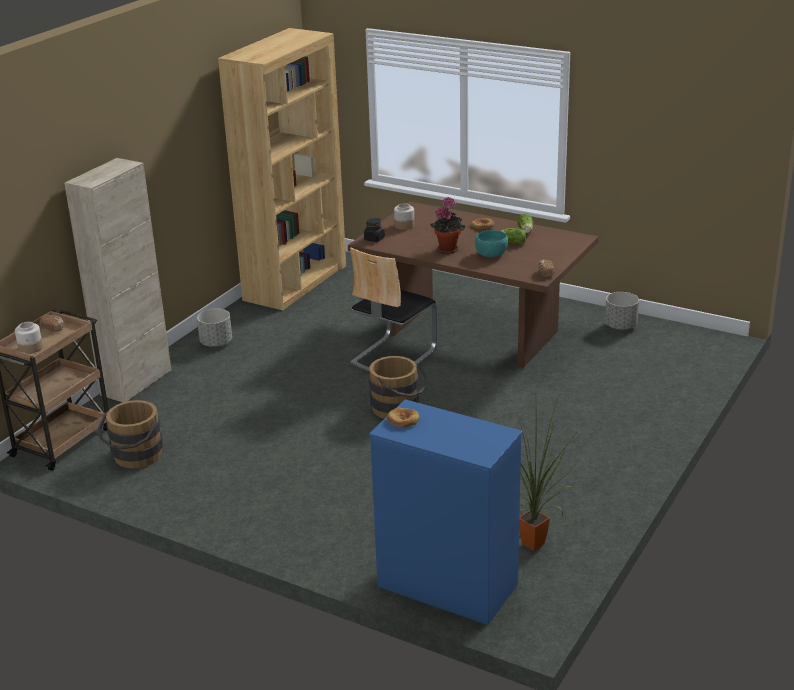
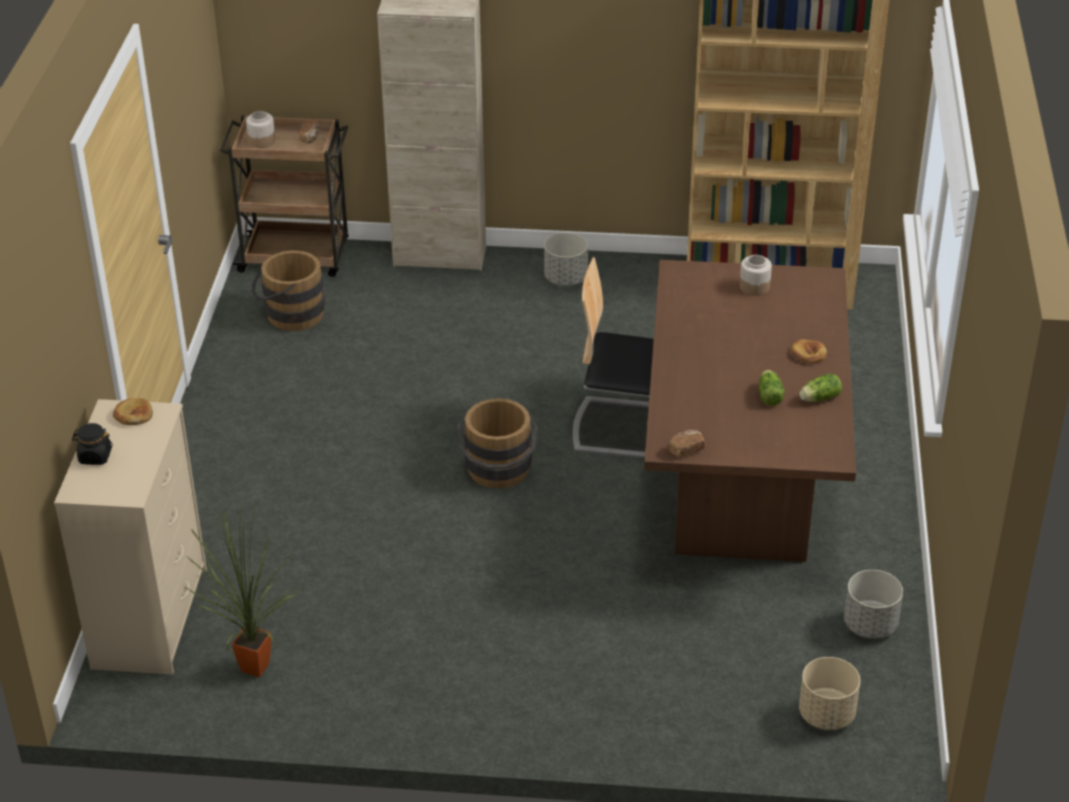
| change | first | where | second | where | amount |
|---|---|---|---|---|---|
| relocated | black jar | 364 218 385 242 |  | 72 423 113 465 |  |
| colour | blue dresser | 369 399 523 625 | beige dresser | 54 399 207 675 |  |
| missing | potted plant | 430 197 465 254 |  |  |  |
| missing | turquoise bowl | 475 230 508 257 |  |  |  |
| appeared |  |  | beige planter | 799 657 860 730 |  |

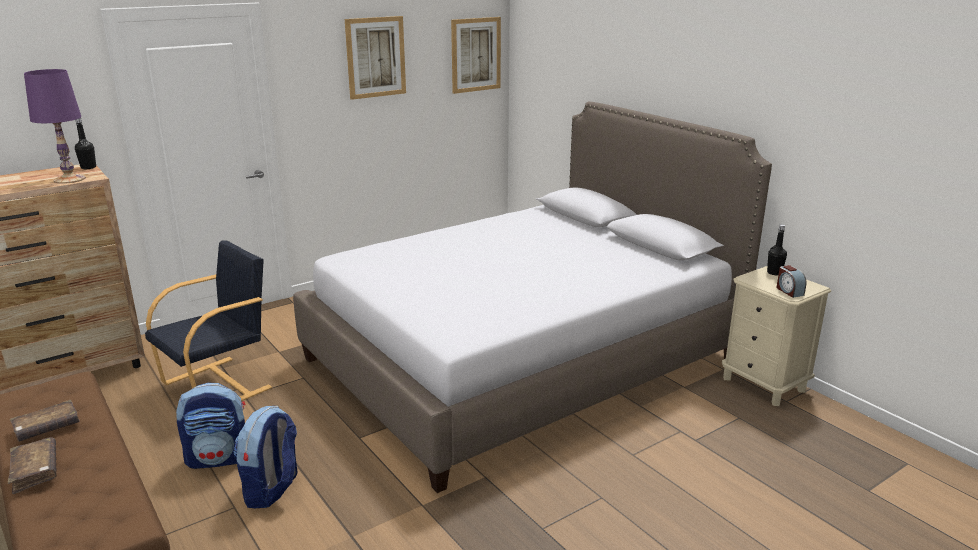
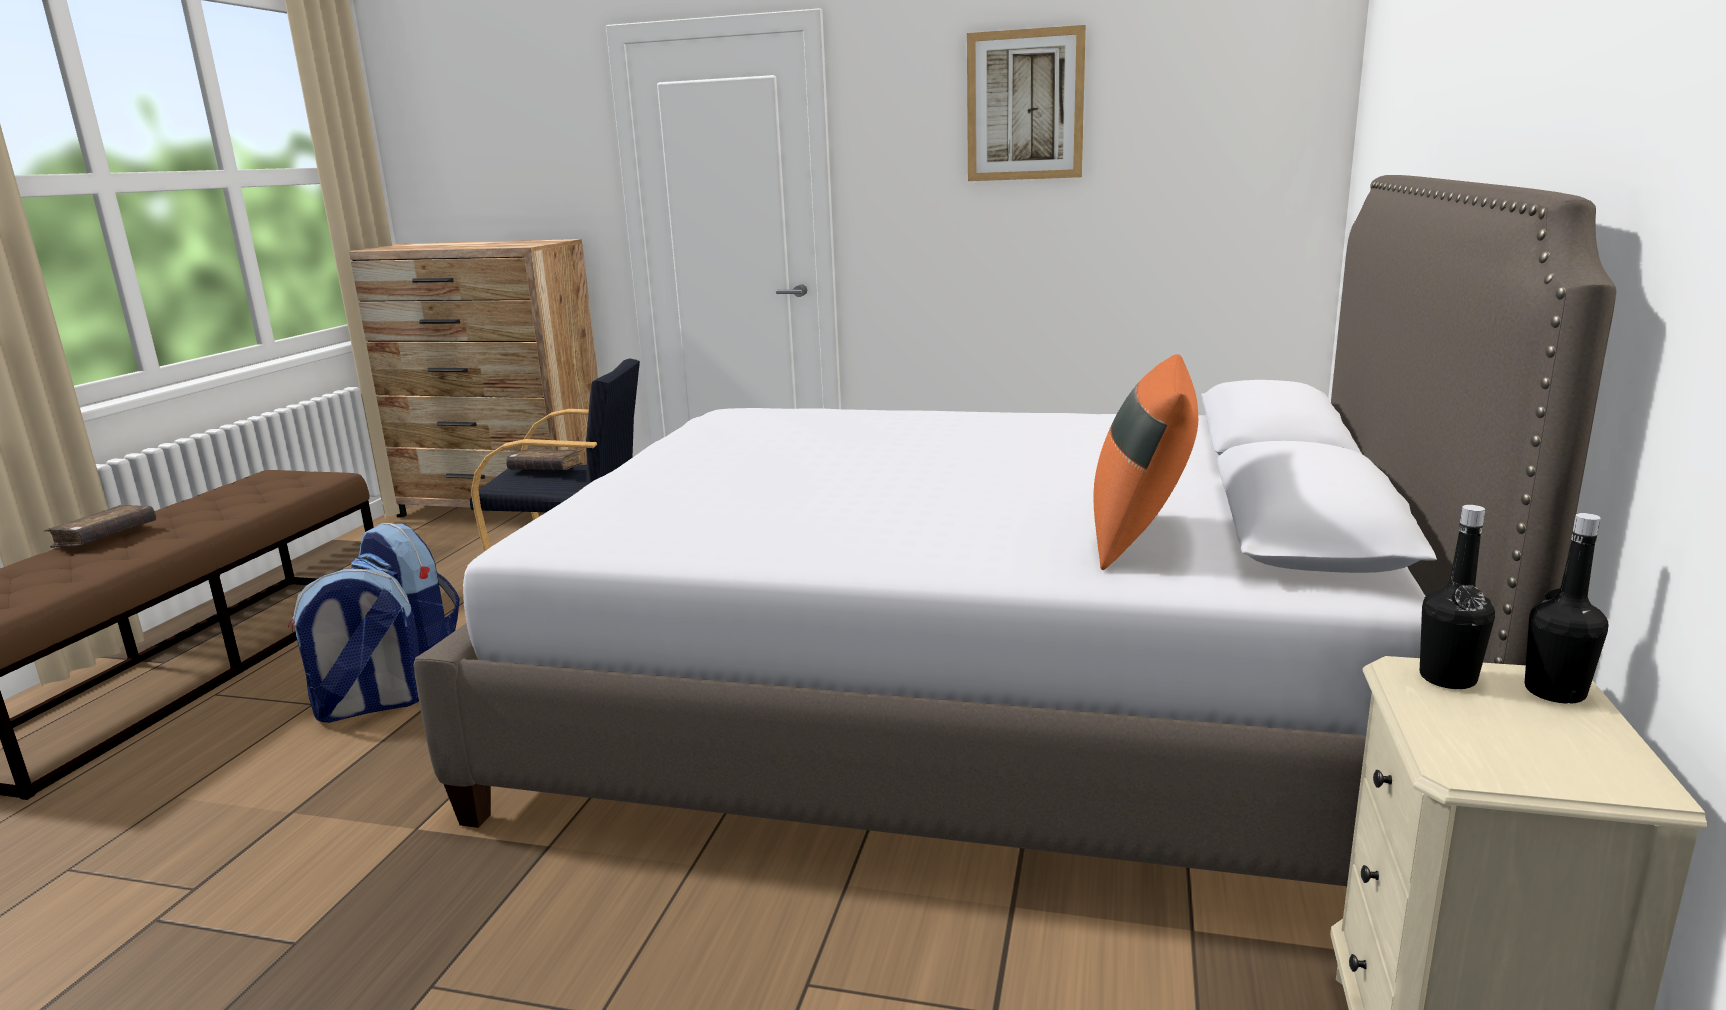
| change | first | where | second | where | amount |
|---|---|---|---|---|---|
| relocated | brown book | 10 400 80 442 |  | 506 449 583 470 |  |
| missing | purple table lamp | 24 69 86 184 |  |  |  |
| relocated | black bottle | 75 118 96 169 |  | 1420 505 1495 689 |  |
| missing | picture | 451 17 501 94 |  |  |  |
| missing | alarm clock | 776 265 807 298 |  |  |  |
| appeared |  |  | orange pillow | 1093 354 1198 570 |  |

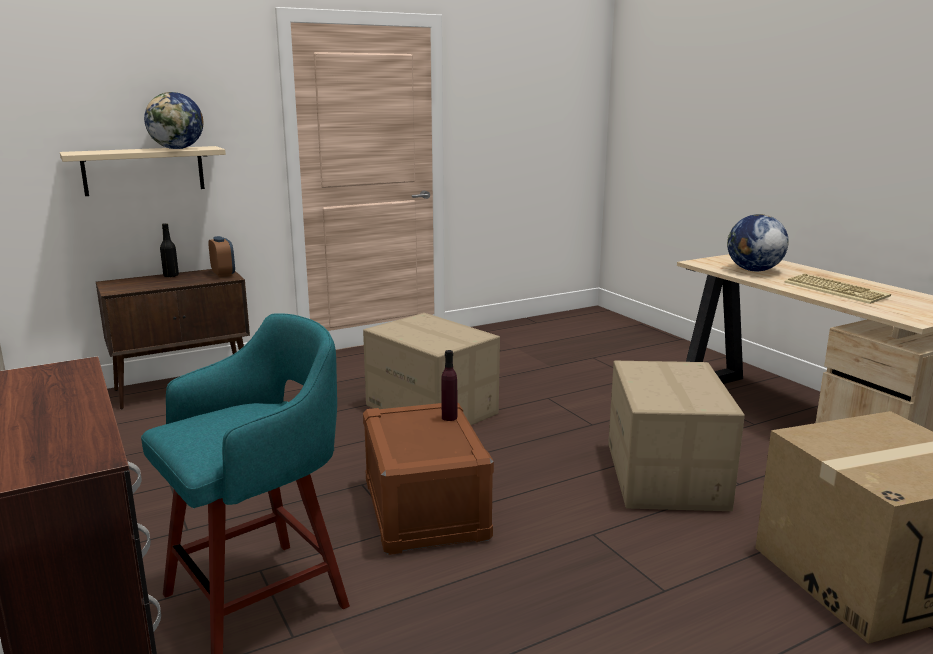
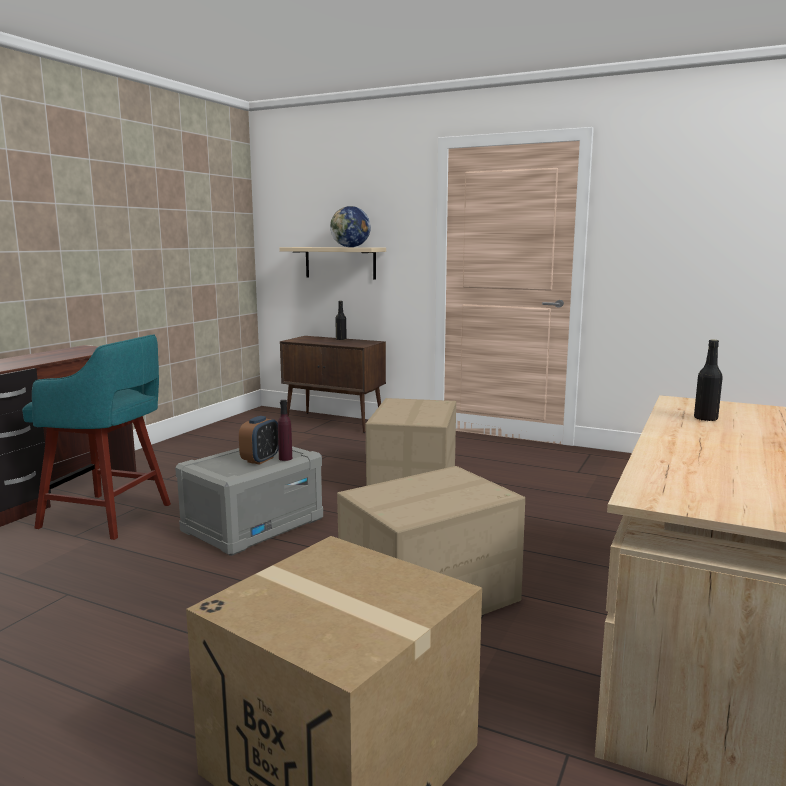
| change | first | where | second | where | amount |
|---|---|---|---|---|---|
| relocated | alarm clock | 208 236 235 277 |  | 239 416 279 464 |  |
| colour | brown storage box | 363 402 494 555 | grey storage box | 175 446 323 556 |  |
| exchanged | globe | 727 214 789 272 | black bottle | 694 340 723 421 |  |
| missing | keyboard | 784 274 891 304 |  |  |  |

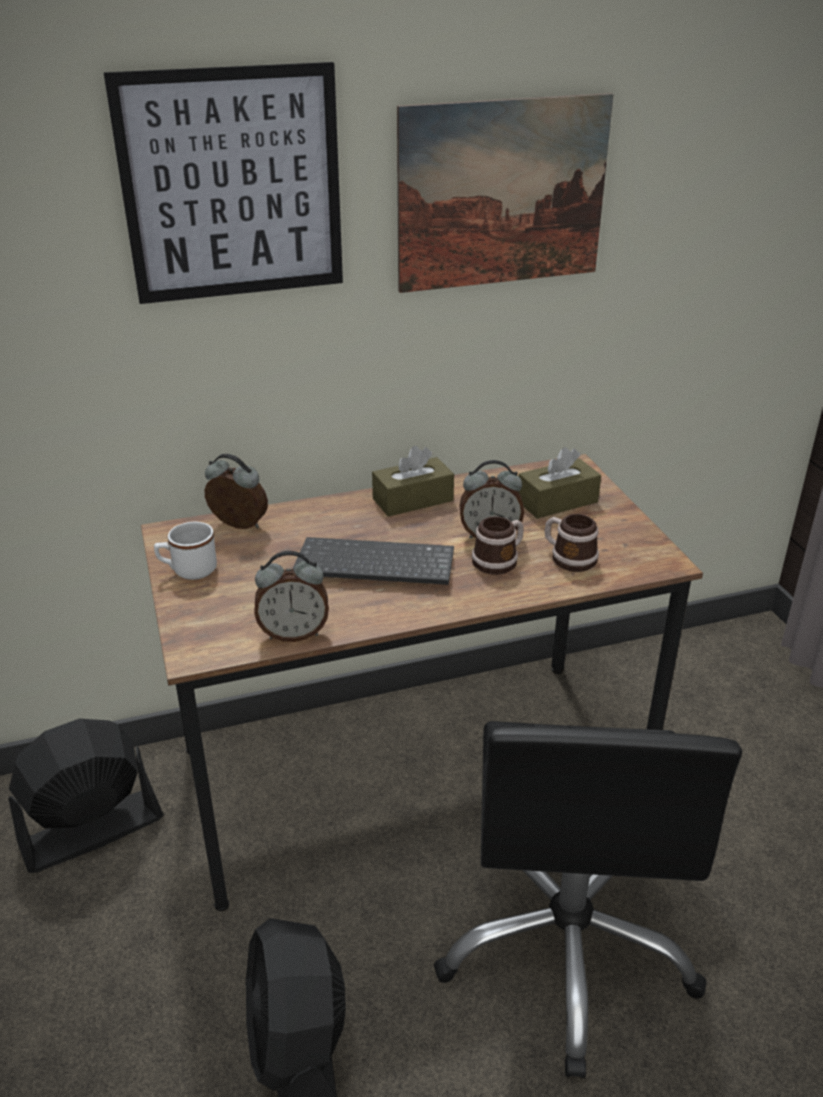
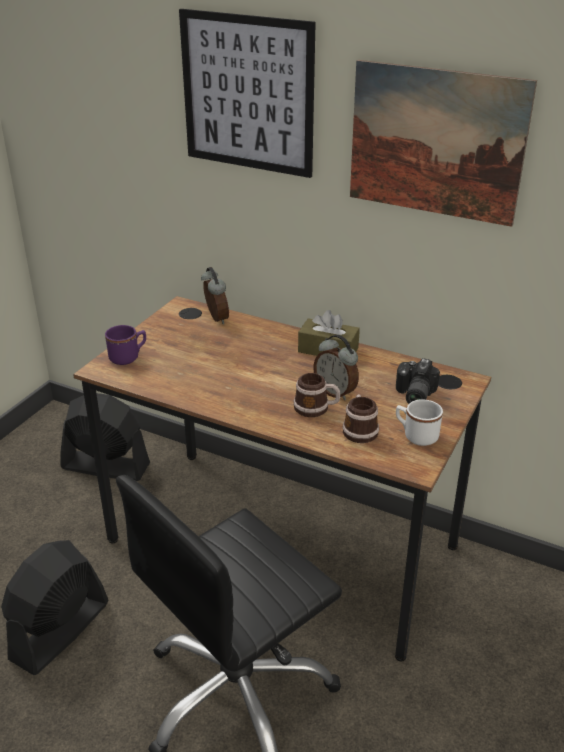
| change | first | where | second | where | amount |
|---|---|---|---|---|---|
| relocated | white mug | 154 522 217 580 |  | 396 399 443 446 |  |
| missing | alarm clock | 254 551 329 642 |  |  |  |
| missing | keyboard | 293 537 454 585 |  |  |  |
| exchanged | brown tissue box | 518 447 601 519 | photo camera | 396 358 440 404 |  |
| appeared |  |  | purple mug | 105 325 146 365 |  |

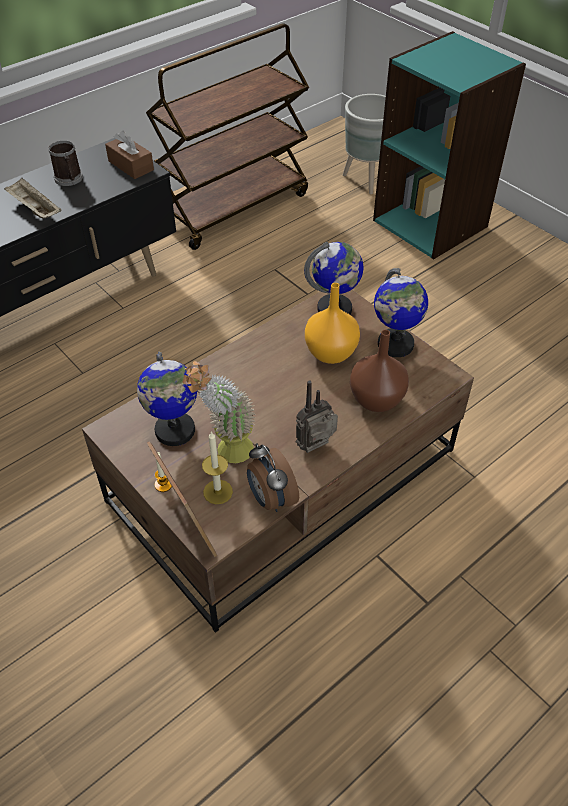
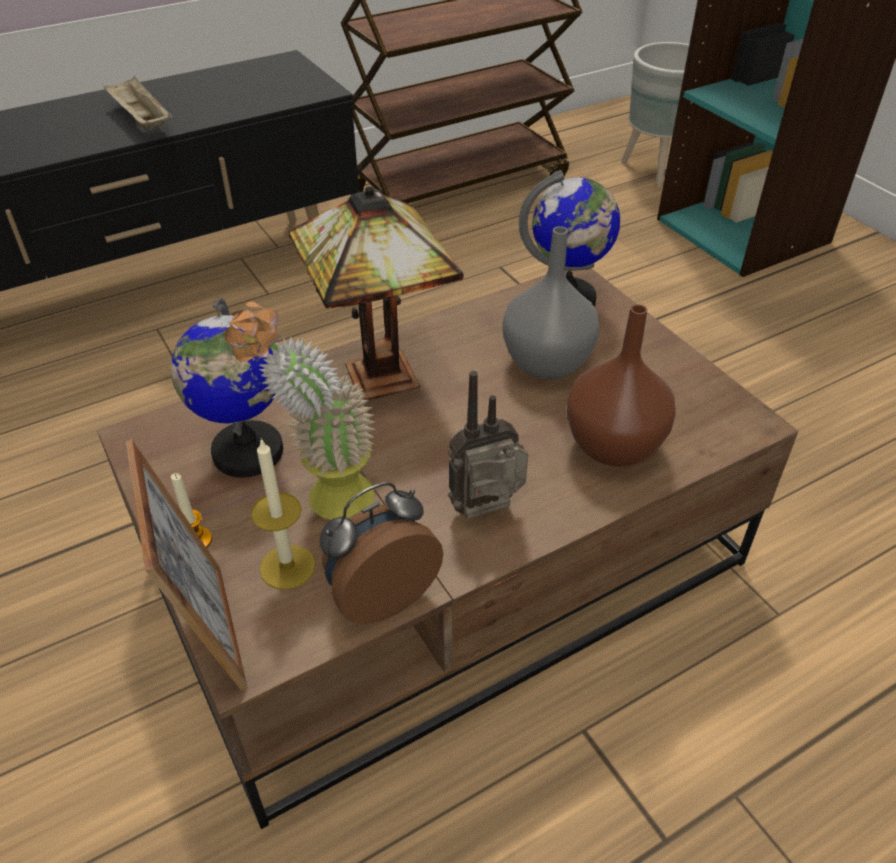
| change | first | where | second | where | amount |
|---|---|---|---|---|---|
| missing | mug | 49 140 83 186 |  |  |  |
| missing | brown tissue box | 105 131 154 179 |  |  |  |
| spun | alarm clock | 247 443 299 512 |  | 320 482 443 624 | 75 degrees clockwise |
| colour | orange vase | 305 283 360 364 | grey vase | 502 226 600 379 |  |
| missing | globe | 374 268 428 357 |  |  |  |
| appeared |  |  | table lamp | 289 186 464 400 |  |

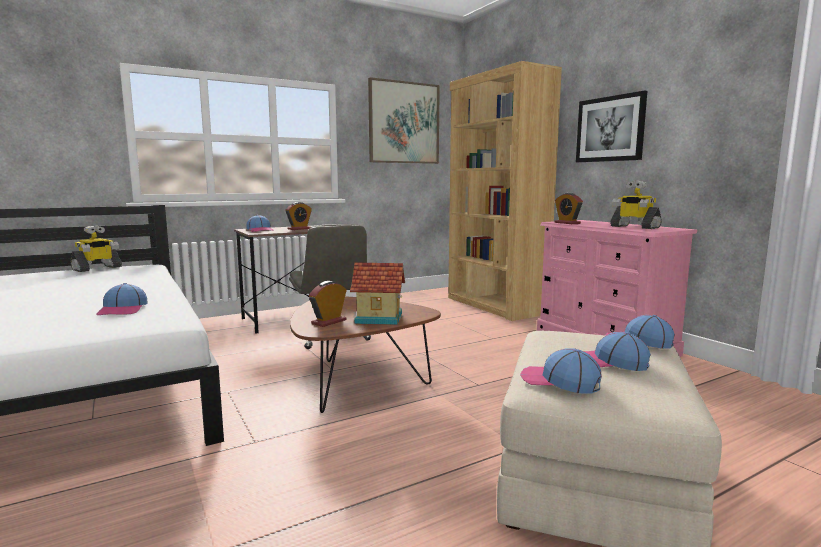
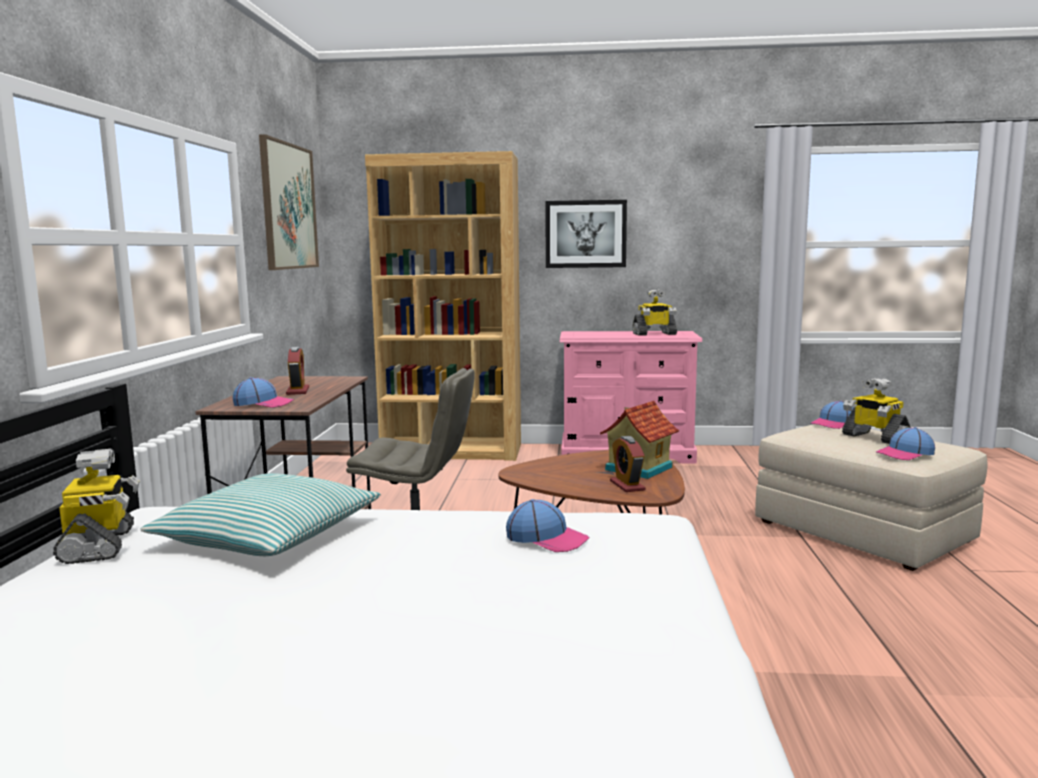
| change | first | where | second | where | amount |
|---|---|---|---|---|---|
| missing | alarm clock | 555 193 583 224 |  |  |  |
| exchanged | cap | 584 332 651 371 | toy robot | 842 378 911 444 |  |
| appeared |  |  | pillow | 141 473 381 556 |  |

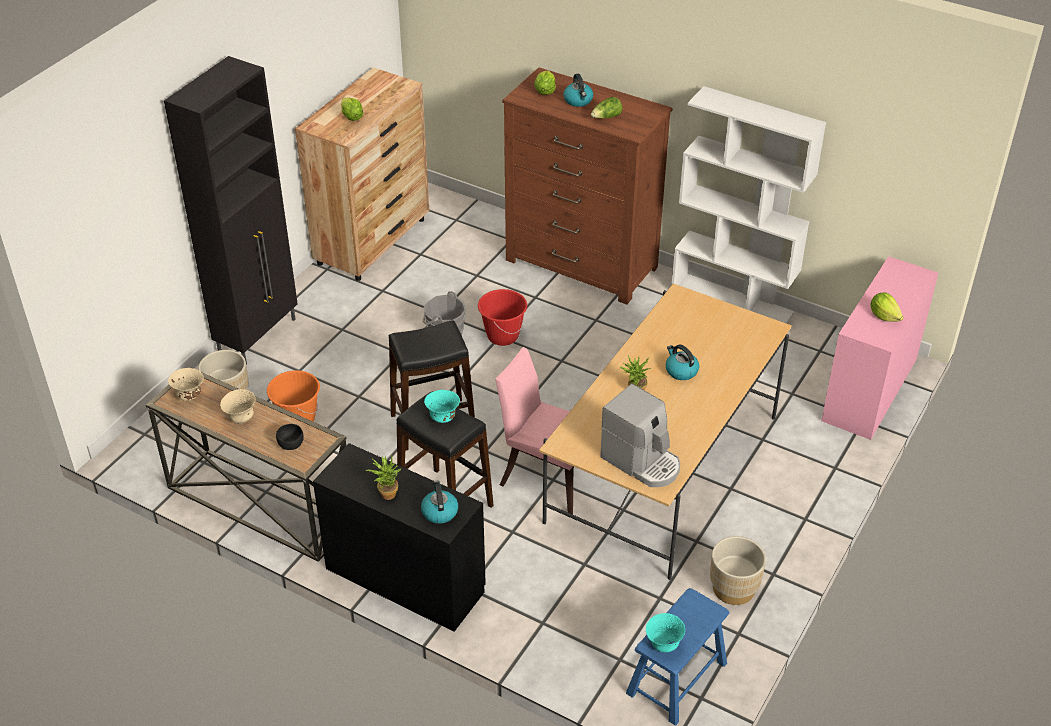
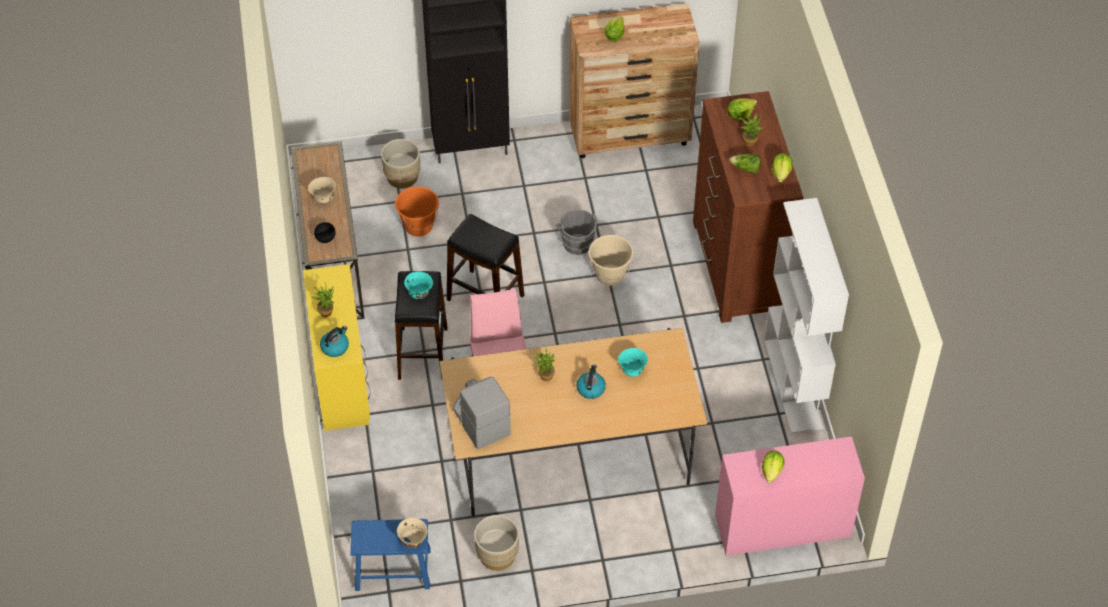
| change | first | where | second | where | amount |
|---|---|---|---|---|---|
| relocated | beige bowl | 168 368 204 401 |  | 397 518 427 548 |  |
| colour | black desk | 313 443 486 632 | yellow desk | 303 264 370 431 |  |
| colour | red bucket | 478 289 527 346 | beige bucket | 589 235 634 286 |  |
| exchanged | kettle | 563 74 593 107 | potted plant | 739 112 764 146 |  |
| spun | coffee machine | 600 384 680 487 |  | 453 377 511 449 | 150 degrees clockwise |
| relocated | turquoise bowl | 646 613 685 653 |  | 618 348 648 377 |  |
| appeared |  |  | lettuce | 772 153 793 182 |  |

